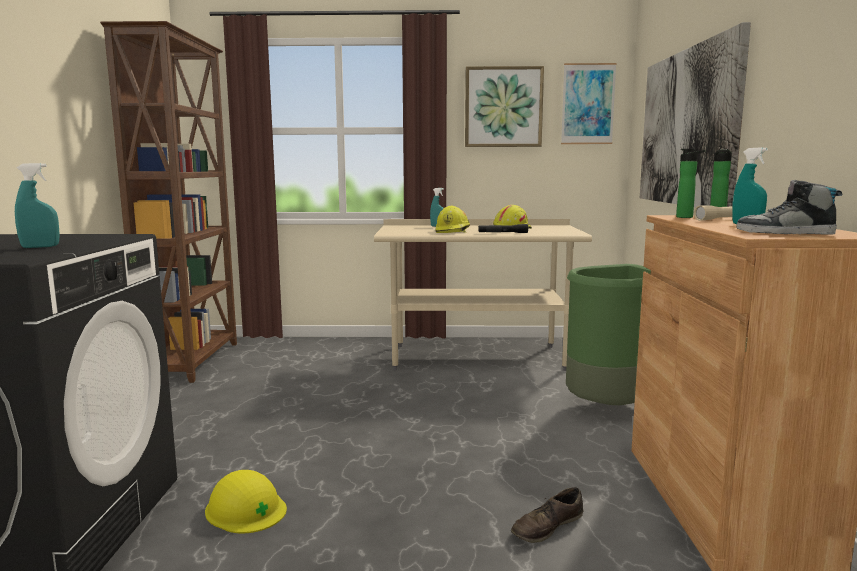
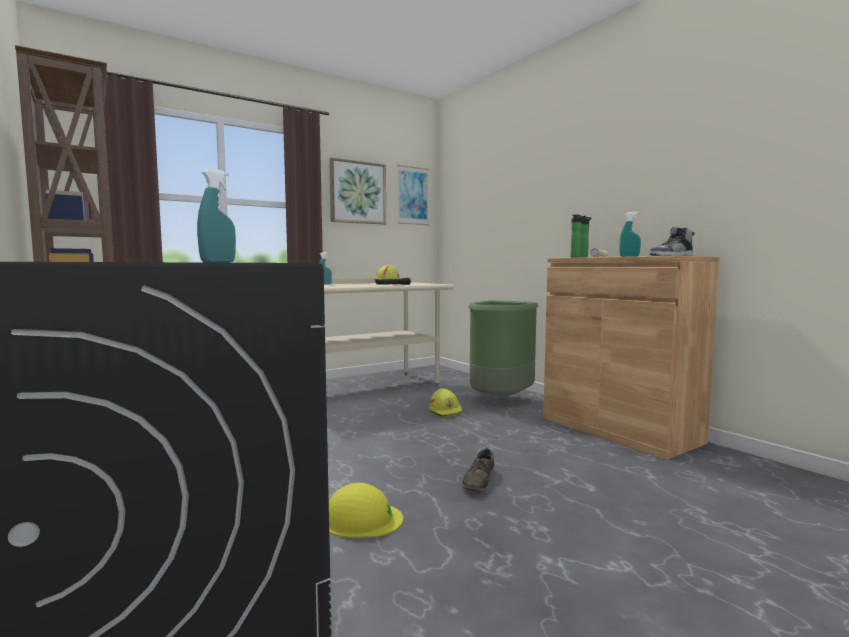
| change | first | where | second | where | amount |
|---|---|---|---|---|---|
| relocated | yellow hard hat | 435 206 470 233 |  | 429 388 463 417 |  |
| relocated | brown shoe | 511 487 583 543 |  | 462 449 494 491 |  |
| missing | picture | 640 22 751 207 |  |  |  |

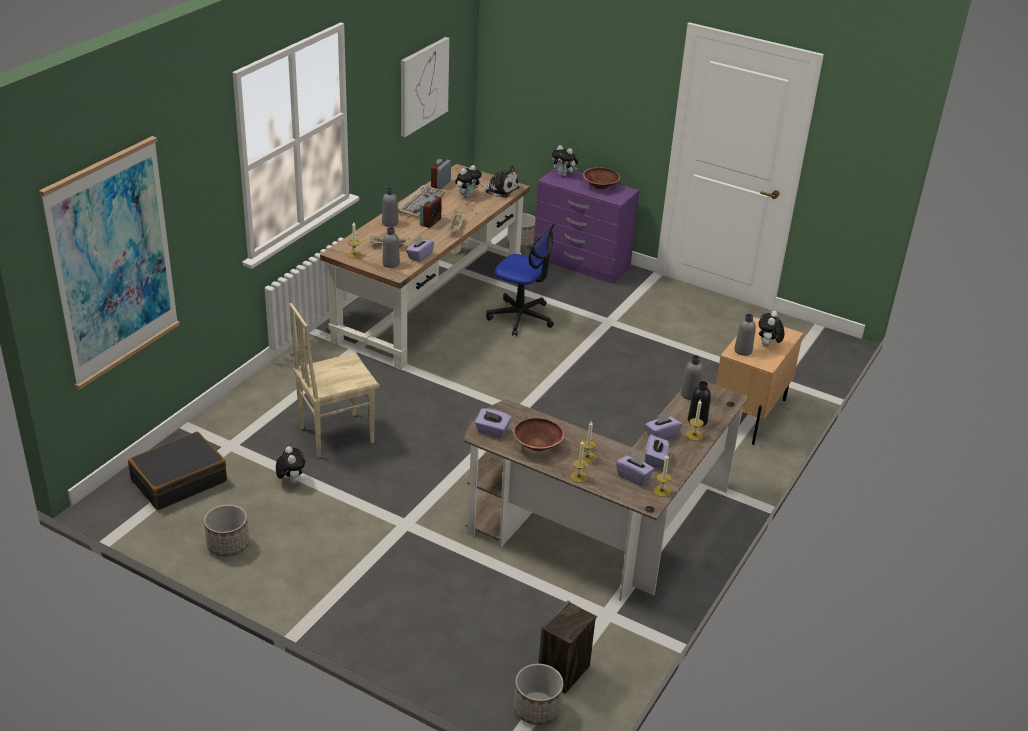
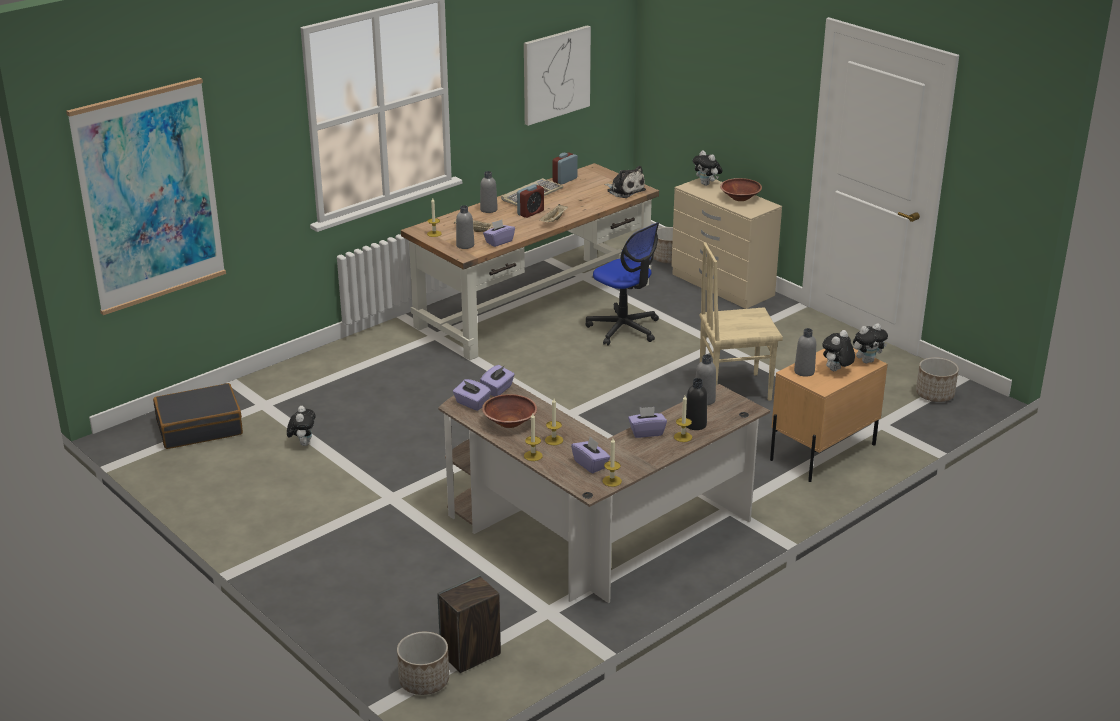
| change | first | where | second | where | amount |
|---|---|---|---|---|---|
| relocated | planter | 204 505 249 557 |  | 916 357 959 402 |  |
| relocated | beige chair | 289 303 379 458 |  | 700 242 783 401 |  |
| relocated | plush toy | 455 165 482 197 |  | 853 323 888 363 |  |
| colour | purple dresser | 534 168 639 284 | beige dresser | 671 178 782 309 |  |
| relocated | purple tissue box | 645 435 669 468 |  | 480 365 515 396 |  |

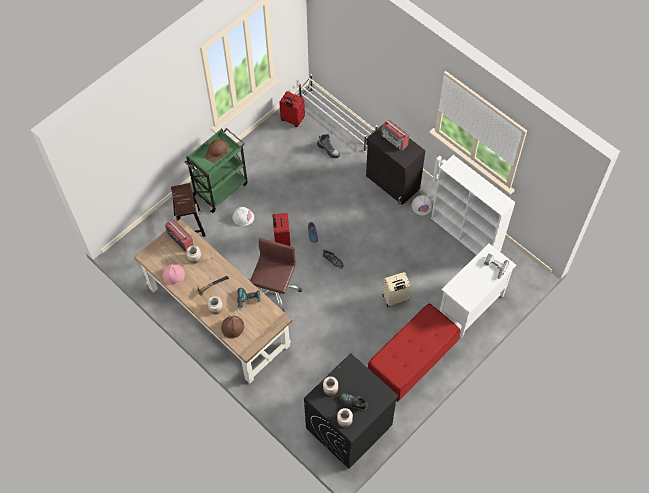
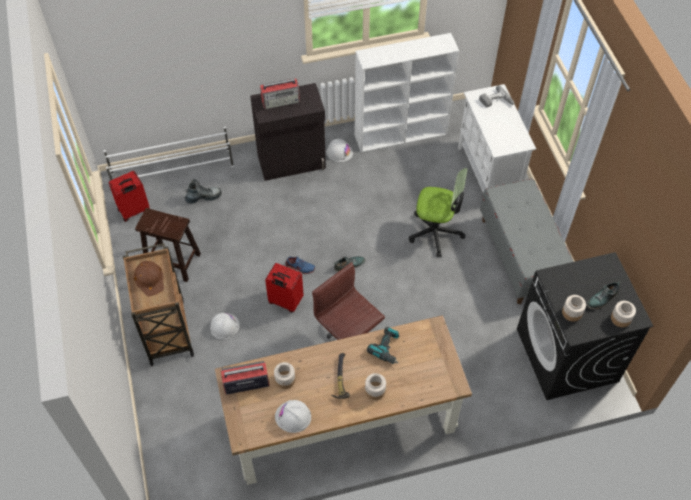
| change | first | where | second | where | amount |
|---|---|---|---|---|---|
| colour | pink hard hat | 162 264 185 285 | white hard hat | 275 400 311 433 |  |
| relocated | brown stool | 171 183 206 237 |  | 135 208 201 282 |  |
| colour | green cart | 184 128 247 213 | brown cart | 123 243 194 366 |  |
| missing | brown hard hat | 221 316 244 338 |  |  |  |
| colour | red bench | 368 303 461 402 | grey bench | 480 178 574 304 |  |
| exchanged | beige suitcase | 383 272 411 307 | office chair | 409 168 468 257 |  |

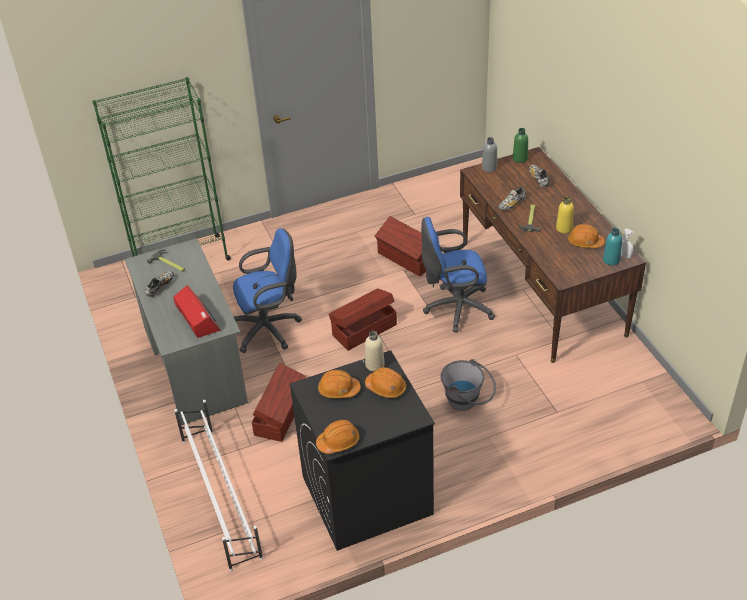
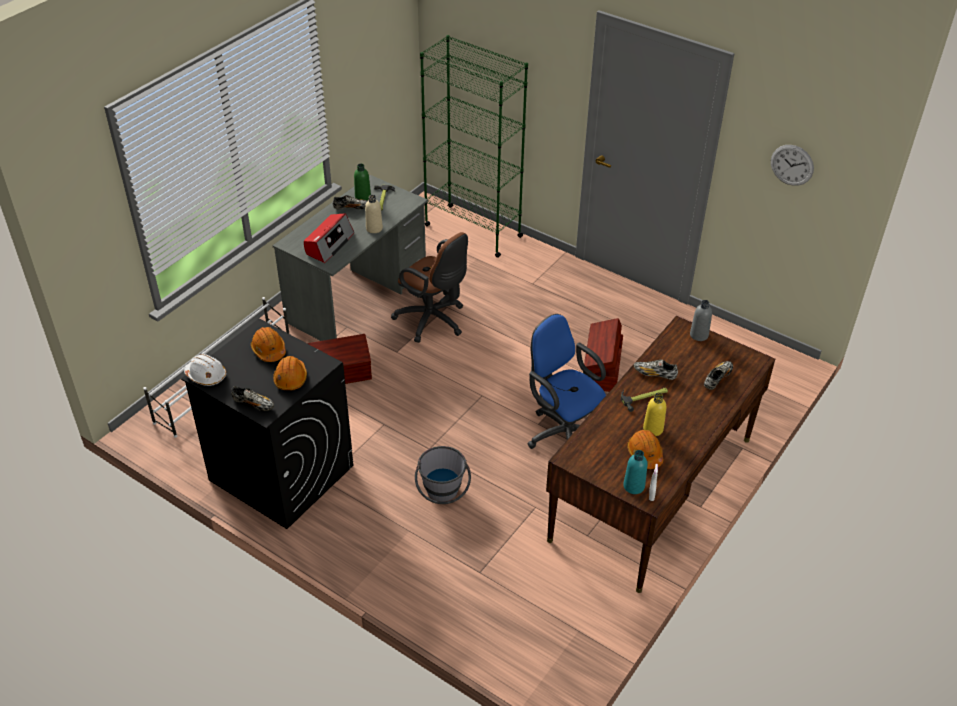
| change | first | where | second | where | amount |
|---|---|---|---|---|---|
| colour | blue office chair | 233 228 302 353 | brown office chair | 391 232 468 343 |  |
| colour | orange hard hat | 316 420 360 454 | white hard hat | 184 354 226 386 |  |
| missing | brown storage box | 329 288 397 351 |  |  |  |
| relocated | beige bottle | 365 331 385 372 |  | 365 195 383 233 |  |
| relocated | green bottle | 513 128 528 163 |  | 354 164 371 200 |  |
| appeared |  |  | shoe | 231 386 274 411 |  |
| appeared |  |  | wall clock | 771 145 814 186 |  |

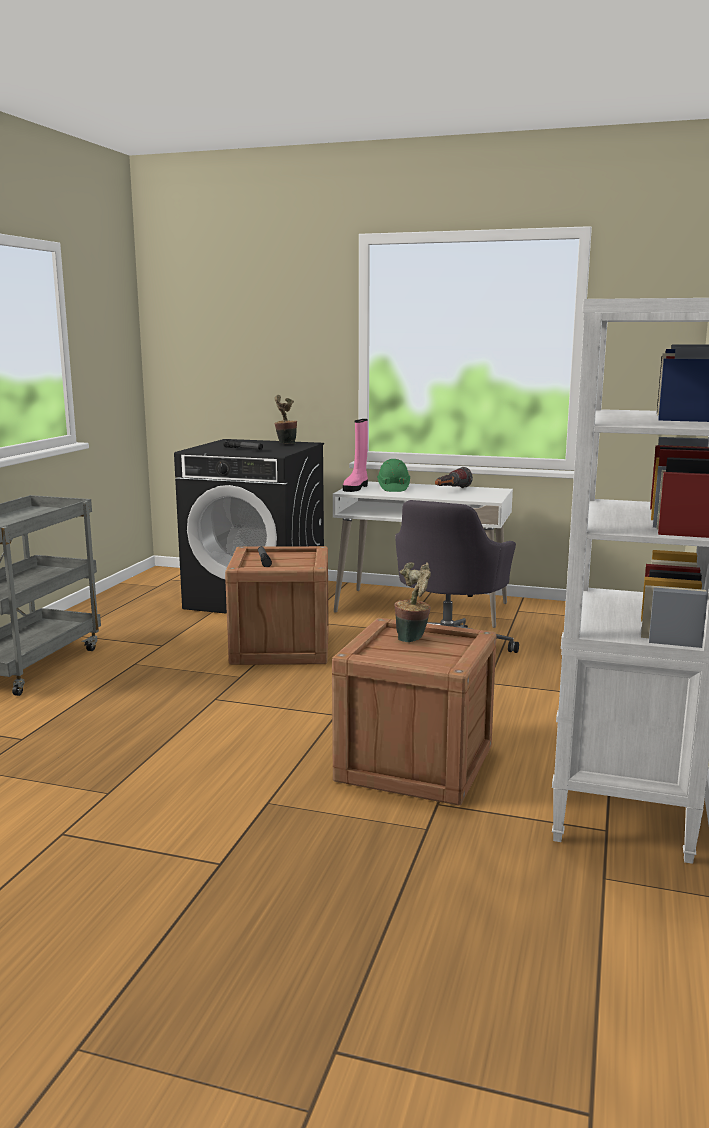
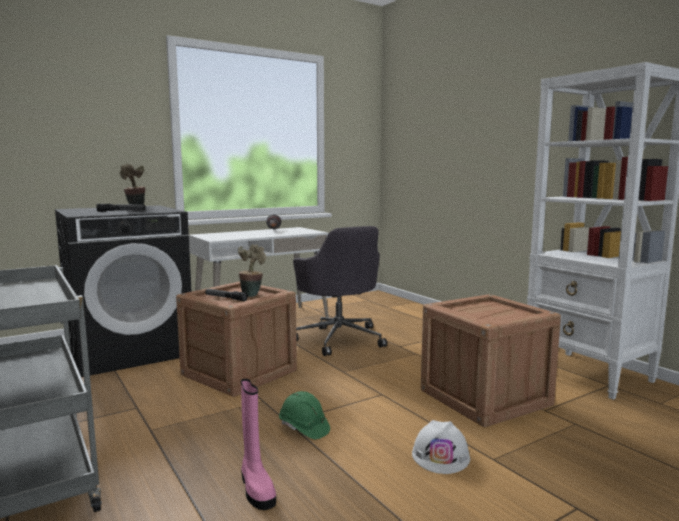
| change | first | where | second | where | amount |
|---|---|---|---|---|---|
| relocated | pink boot | 343 419 368 492 |  | 241 379 276 510 |  |
| relocated | green hard hat | 377 459 410 492 |  | 279 391 330 439 |  |
| relocated | potted plant | 394 562 431 642 |  | 238 244 266 297 |  |
| appeared |  |  | white hard hat | 412 420 470 474 |  |

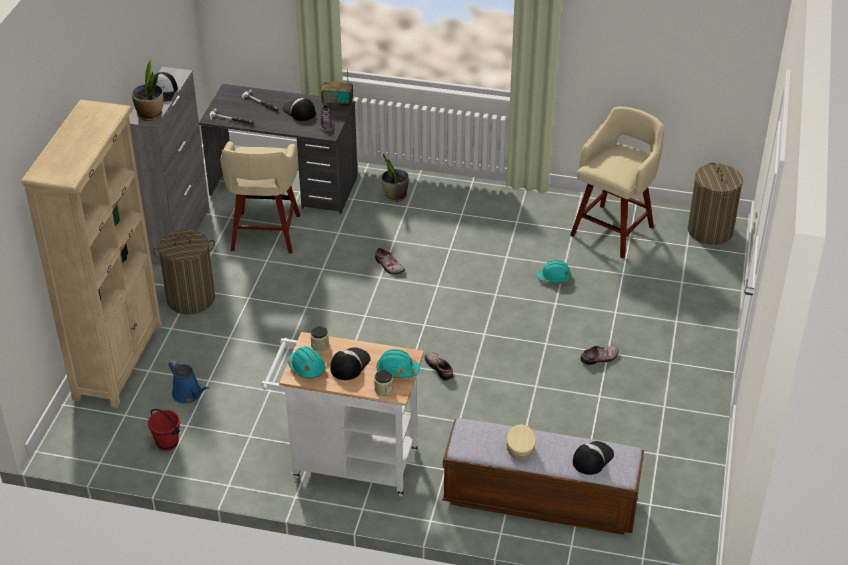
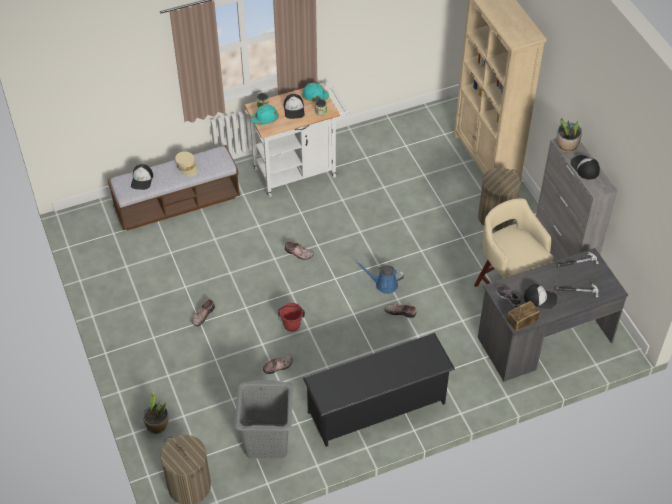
| change | first | where | second | where | amount |
|---|---|---|---|---|---|
| relocated | red bucket | 148 409 180 451 |  | 278 303 305 332 |  |
| relocated | blue watering can | 168 360 209 404 |  | 356 262 404 294 |  |
| relocated | potted plant | 381 154 409 202 |  | 143 391 169 434 |  |
| exchanged | turquoise hard hat | 536 260 572 283 | shoe | 263 354 293 374 |  |
| exchanged | beige stool | 570 106 664 258 | grey laundry basket | 235 380 293 459 |  |
| appeared |  |  | black shoe rack | 303 333 455 447 |  |

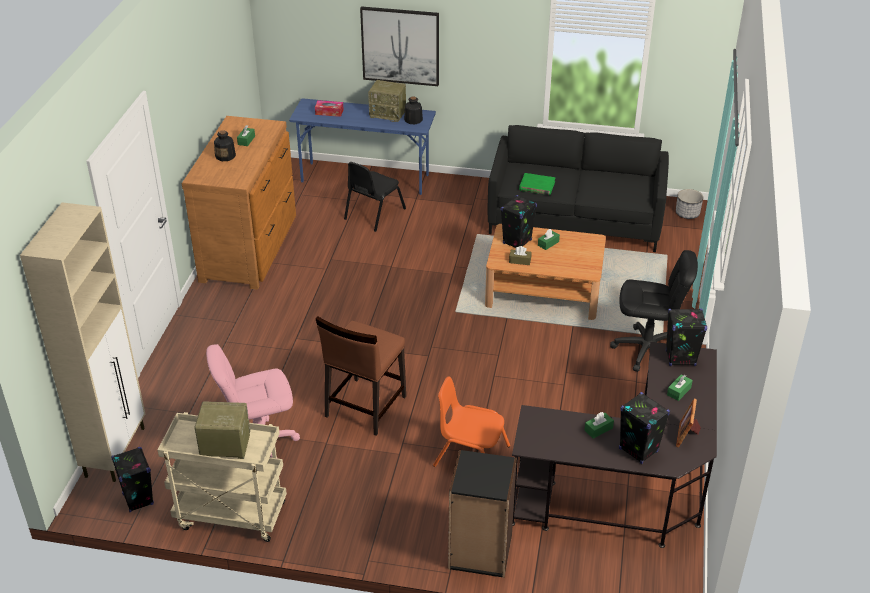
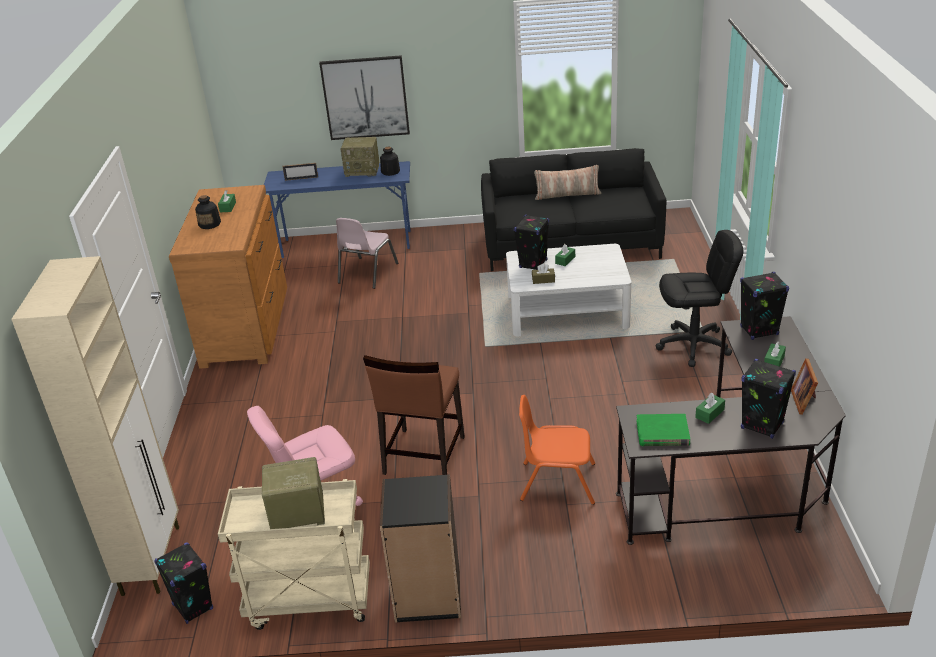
| change | first | where | second | where | amount |
|---|---|---|---|---|---|
| exchanged | tissue box | 315 100 344 117 | picture frame | 282 163 318 181 |  |
| colour | black chair | 344 162 406 232 | pink chair | 336 218 398 289 |  |
| relocated | black bookcase | 448 450 517 578 |  | 380 474 461 623 |  |
| colour | brown coffee table | 485 224 606 320 | white coffee table | 506 244 632 336 |  |
| relocated | green book | 519 173 555 195 |  | 636 414 690 446 |  |
| missing | planter | 676 189 703 219 |  |  |  |
| appeared |  |  | pillow | 534 165 601 200 |  |

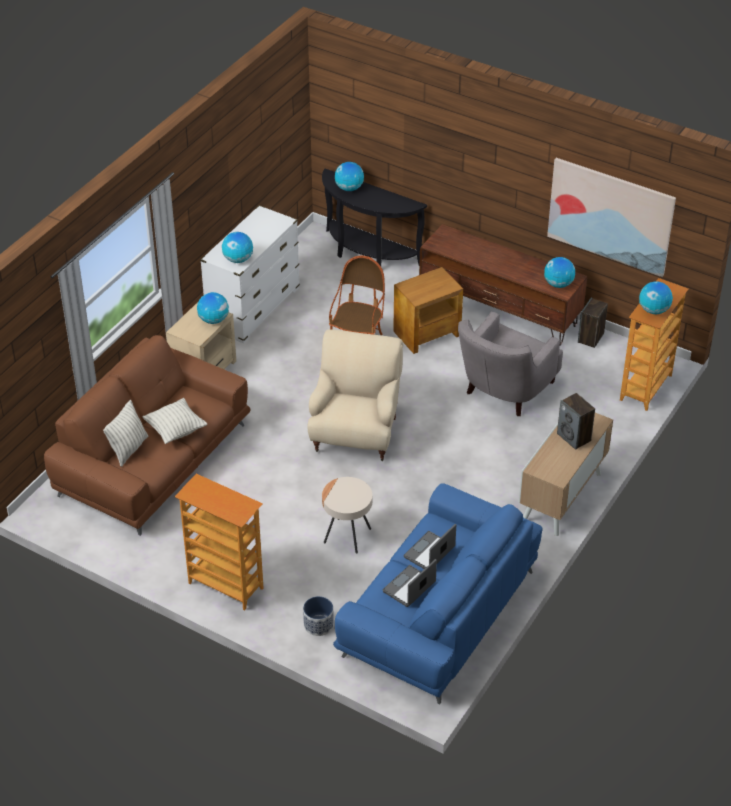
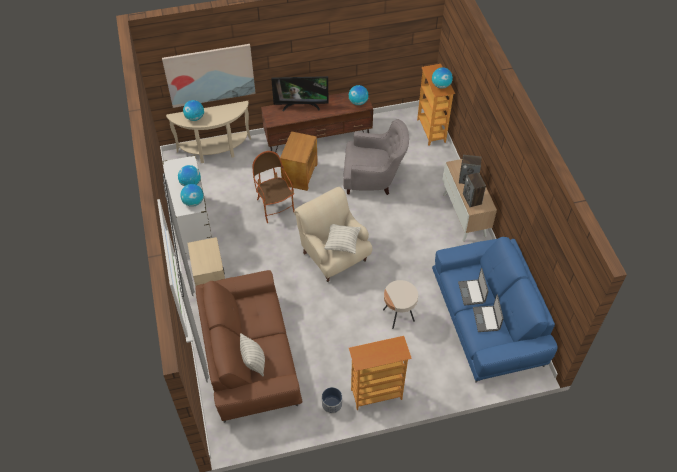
| change | first | where | second | where | amount |
|---|---|---|---|---|---|
| relocated | pillow | 142 398 207 444 |  | 324 224 361 254 |  |
| relocated | globe | 197 292 229 324 |  | 178 165 201 187 |  |
| relocated | planter | 303 596 334 636 |  | 322 387 342 414 |  |
| colour | black console table | 322 168 427 266 | beige console table | 166 101 251 163 |  |
| spun | grey armchair | 458 312 563 416 |  | 343 119 409 195 | 75 degrees counterclockwise |
| relocated | picture | 547 158 676 277 |  | 162 44 256 108 |  |
| relocated | speaker | 578 298 608 348 |  | 463 172 486 207 |  |
| appeared |  |  | television | 271 76 329 111 |  |

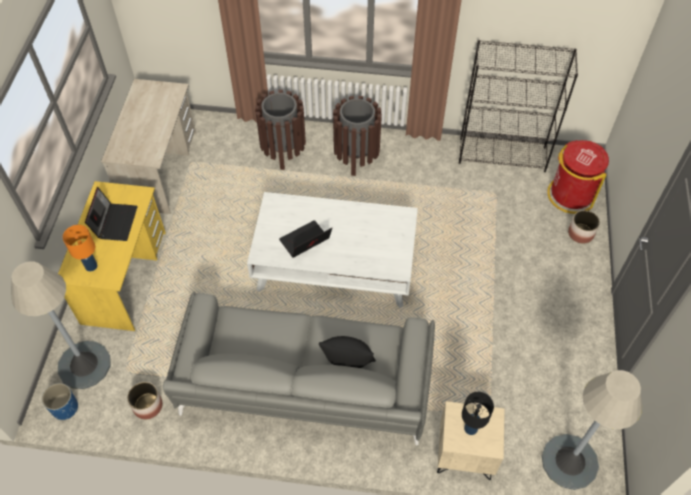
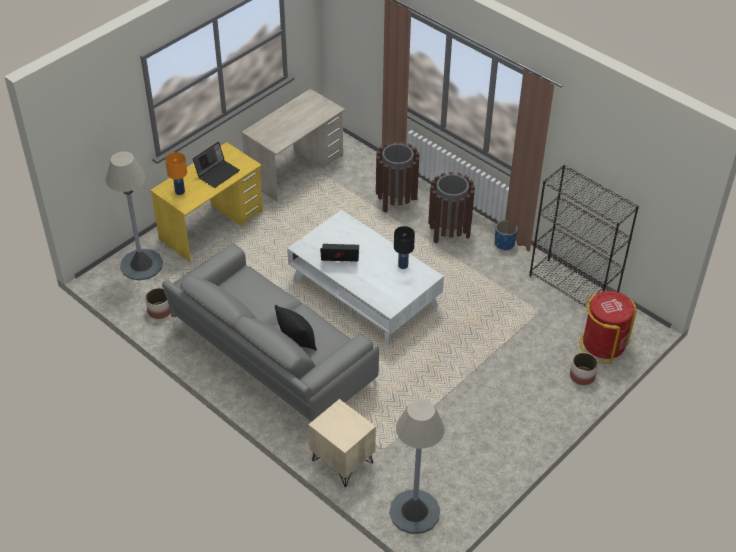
| change | first | where | second | where | amount |
|---|---|---|---|---|---|
| relocated | blue planter | 42 383 78 420 |  | 495 220 518 251 |  |
| relocated | black table lamp | 462 392 494 435 |  | 394 226 415 269 |  |

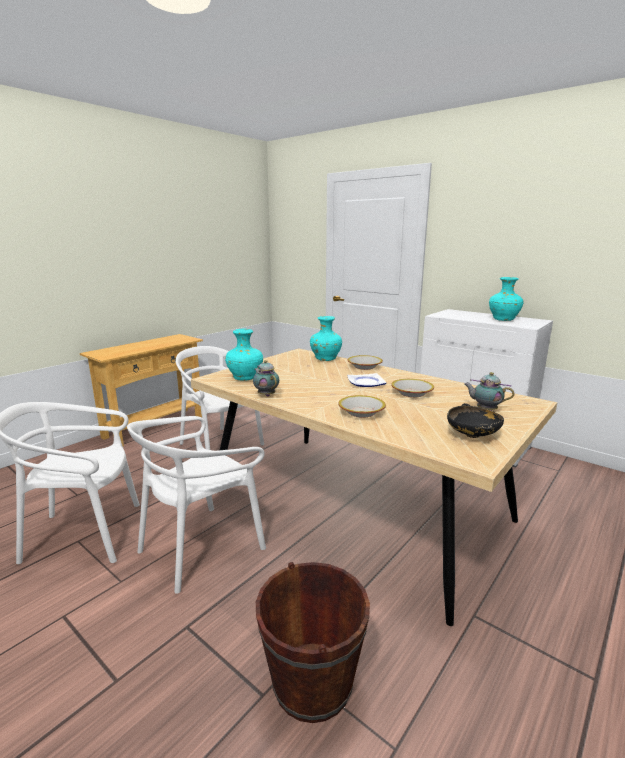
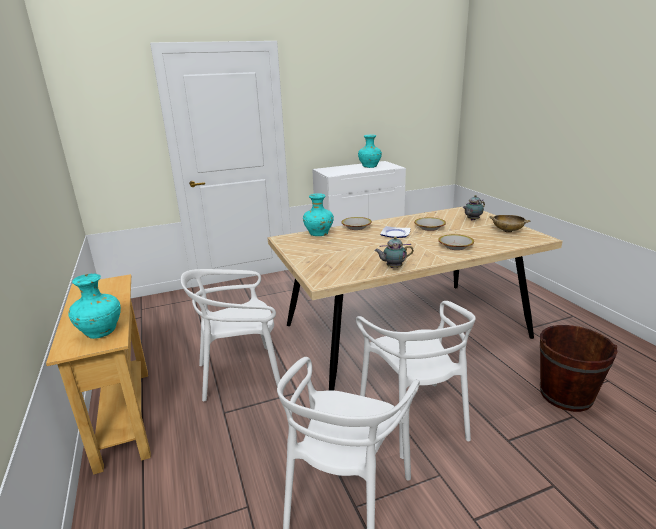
| change | first | where | second | where | amount |
|---|---|---|---|---|---|
| relocated | turquoise vase | 225 329 263 381 |  | 68 274 121 339 |  |
| colour | black bowl | 447 403 504 438 | beige bowl | 489 215 530 233 |  |

